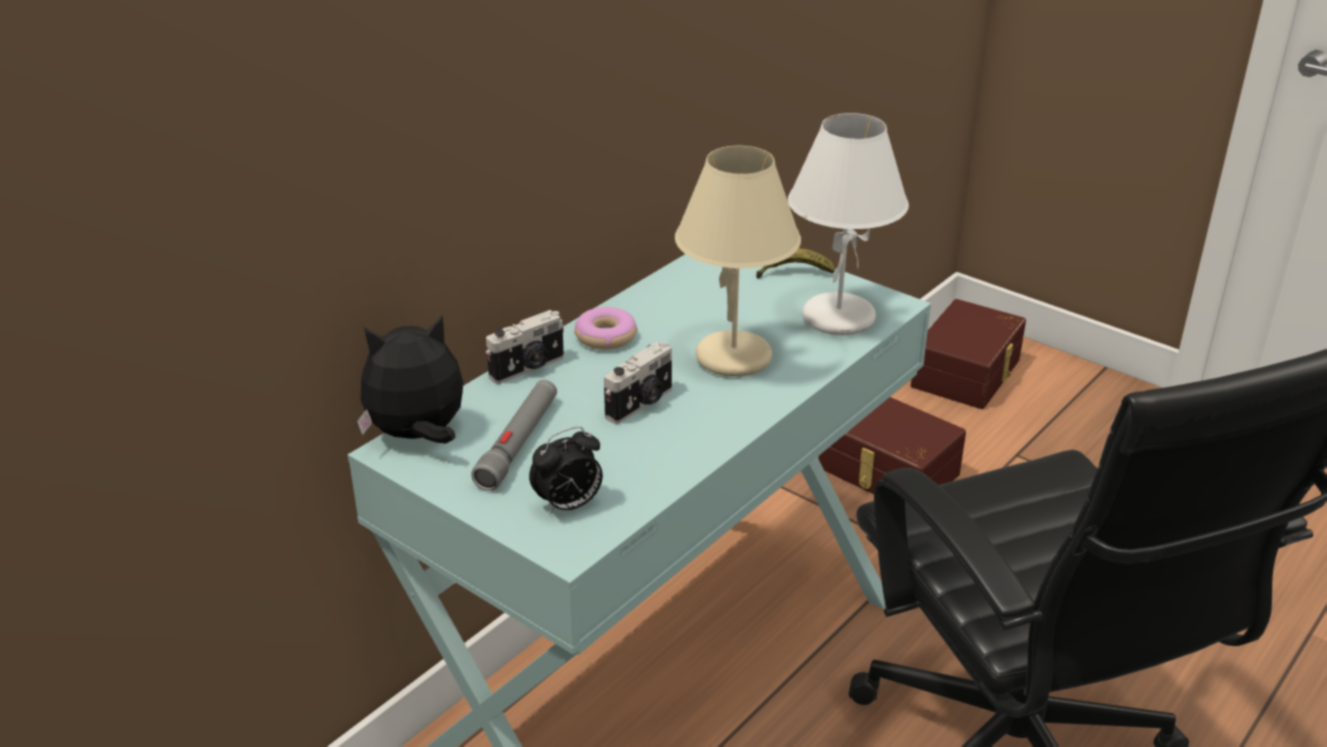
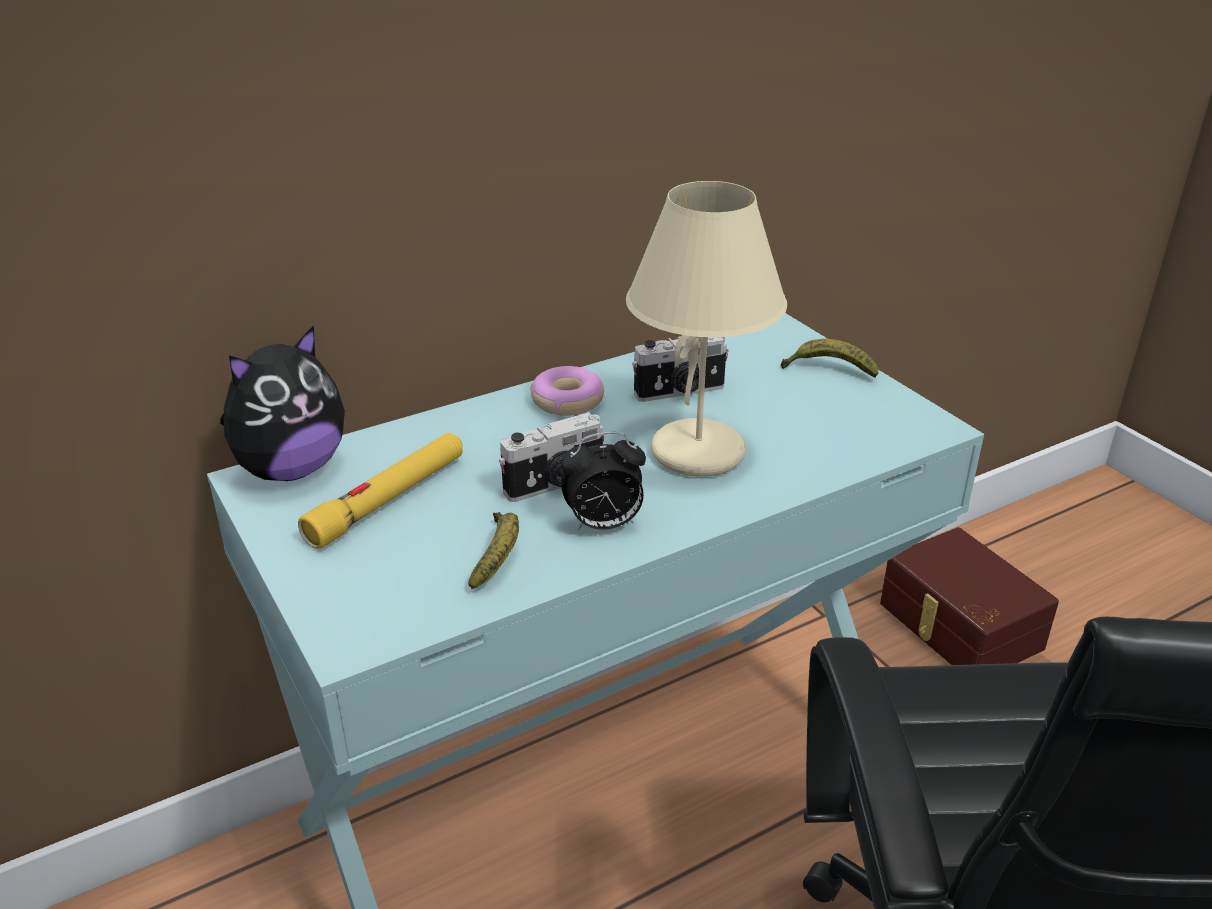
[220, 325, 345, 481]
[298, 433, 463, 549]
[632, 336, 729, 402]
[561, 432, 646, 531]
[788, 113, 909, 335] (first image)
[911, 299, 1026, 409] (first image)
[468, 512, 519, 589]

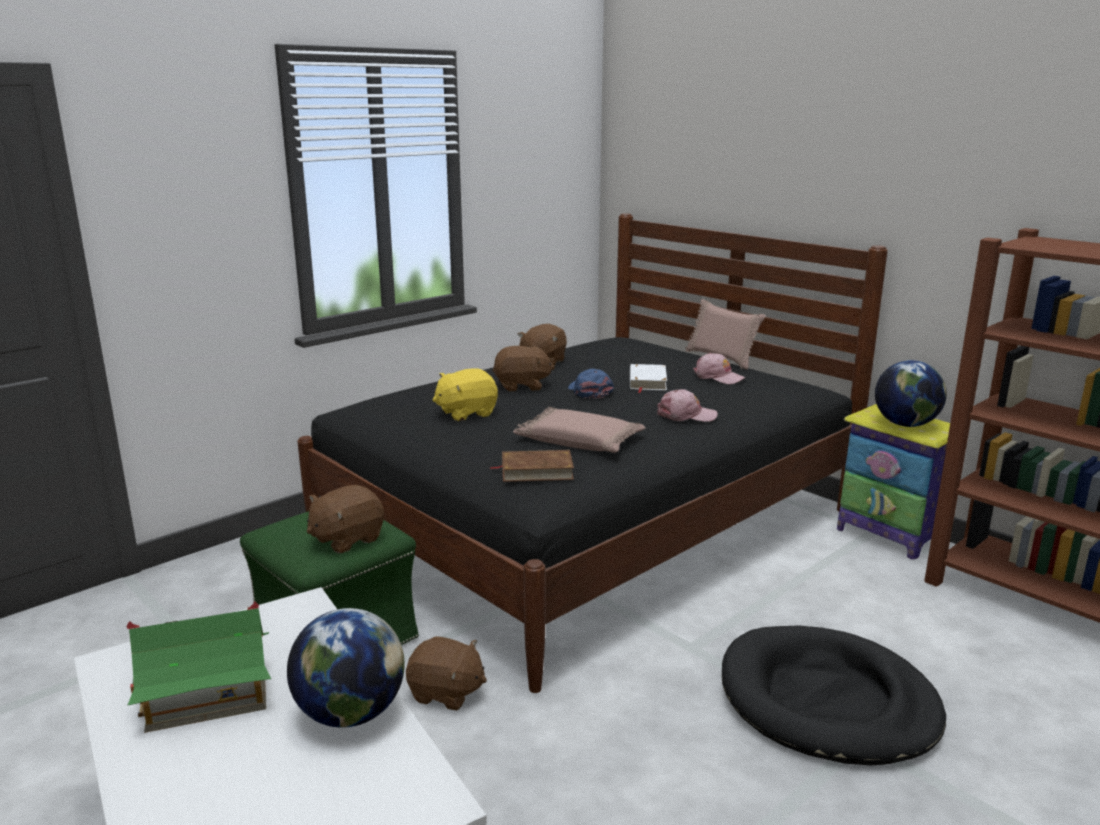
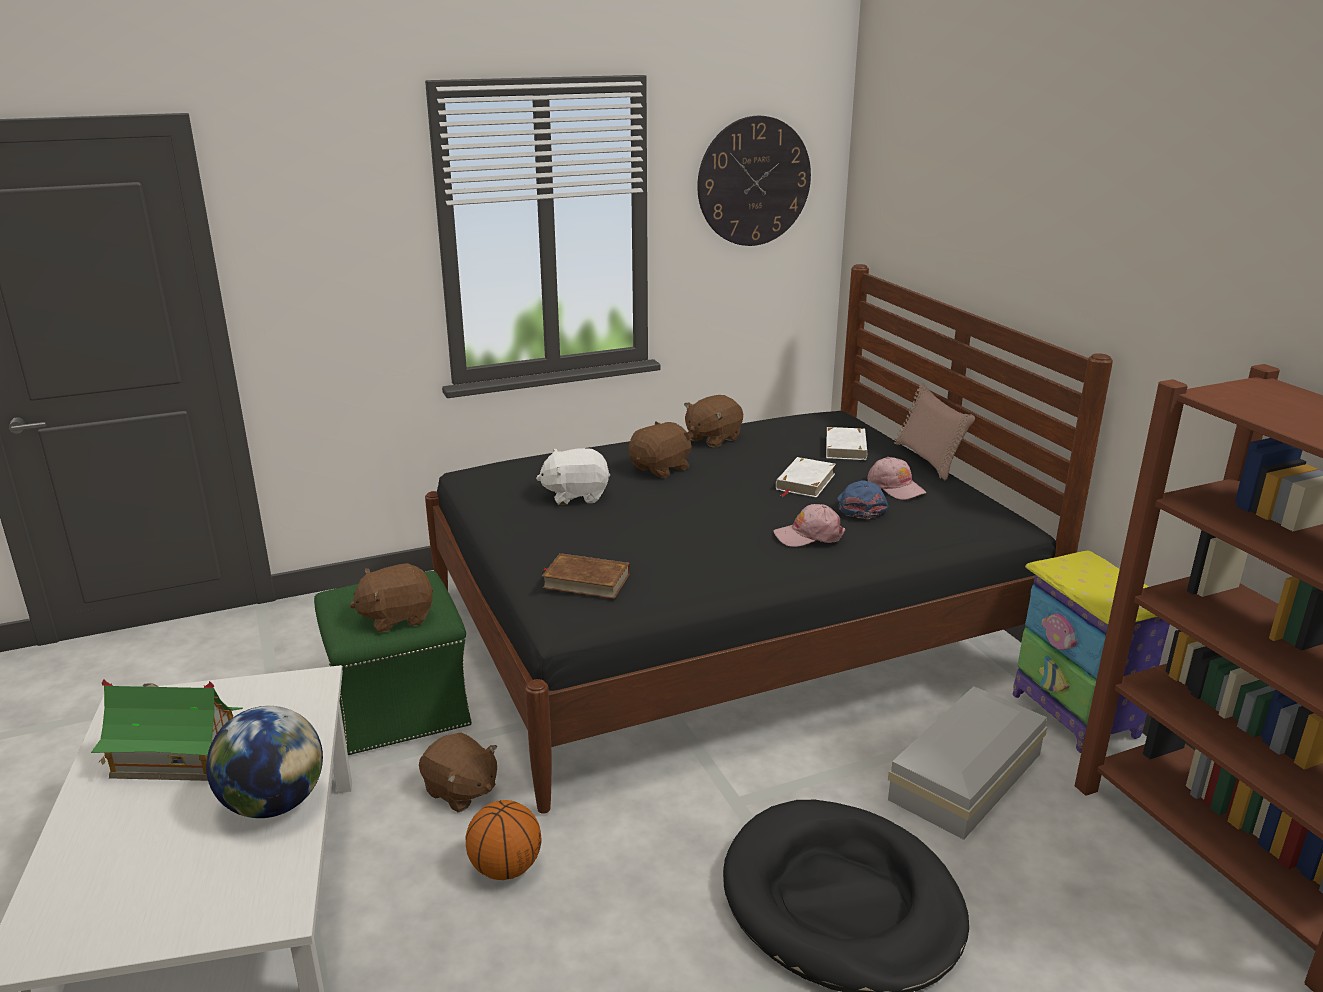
[536, 448, 610, 505]
[628, 421, 693, 478]
[513, 407, 646, 453] (first image)
[837, 480, 889, 519]
[773, 504, 845, 547]
[875, 360, 947, 427] (first image)
[466, 800, 542, 880]
[697, 116, 811, 246]
[826, 427, 867, 460]
[888, 686, 1047, 840]

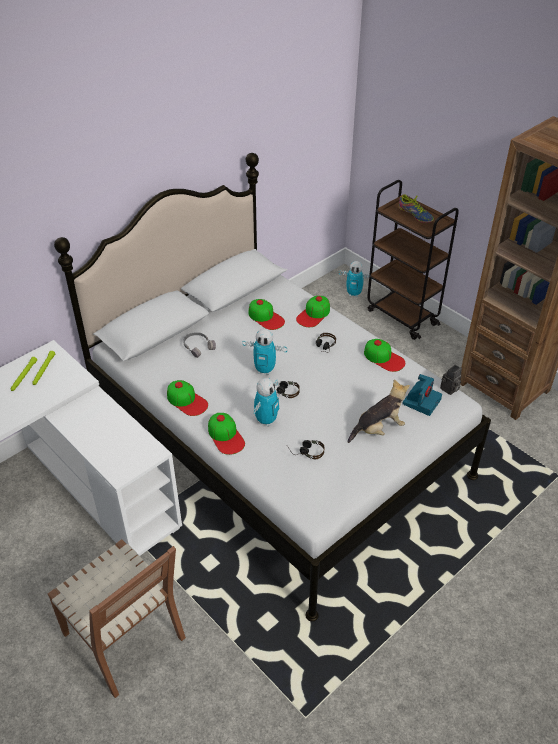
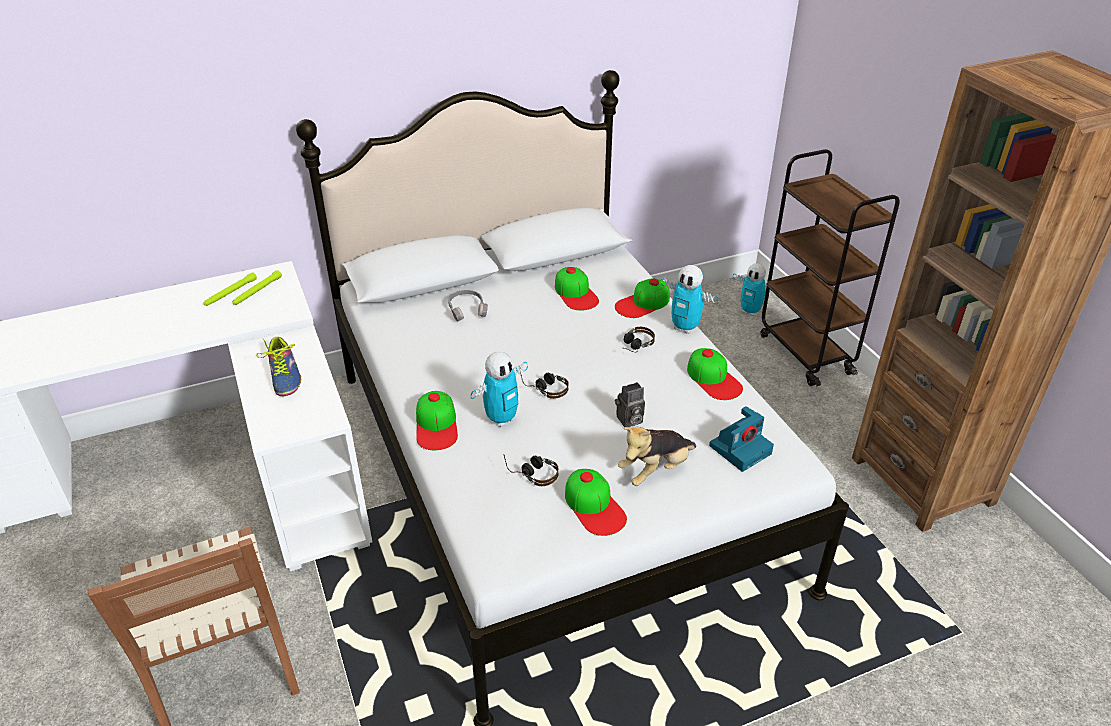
[565, 469, 627, 536]
[661, 265, 719, 334]
[618, 426, 696, 486]
[256, 337, 301, 396]
[615, 382, 645, 427]

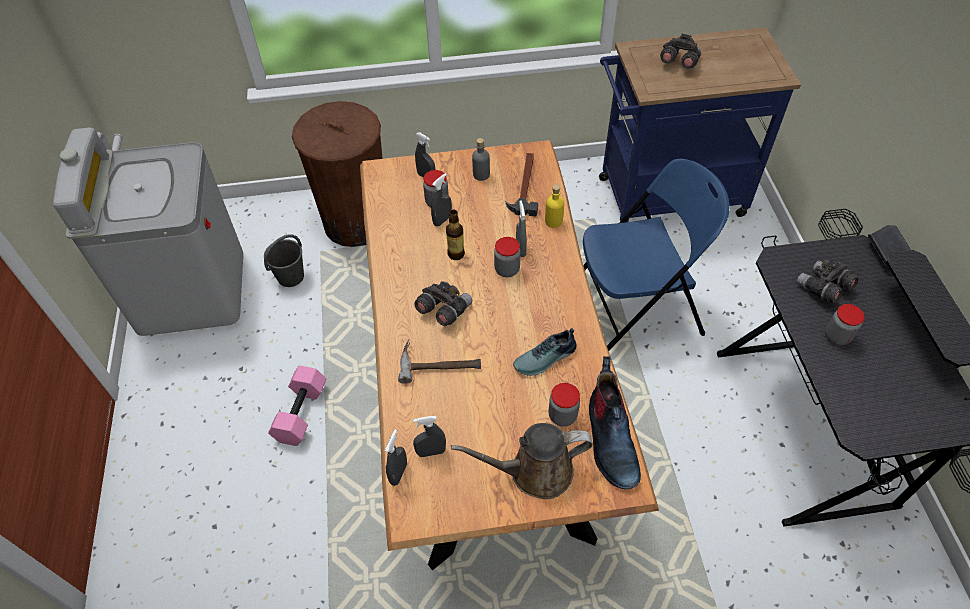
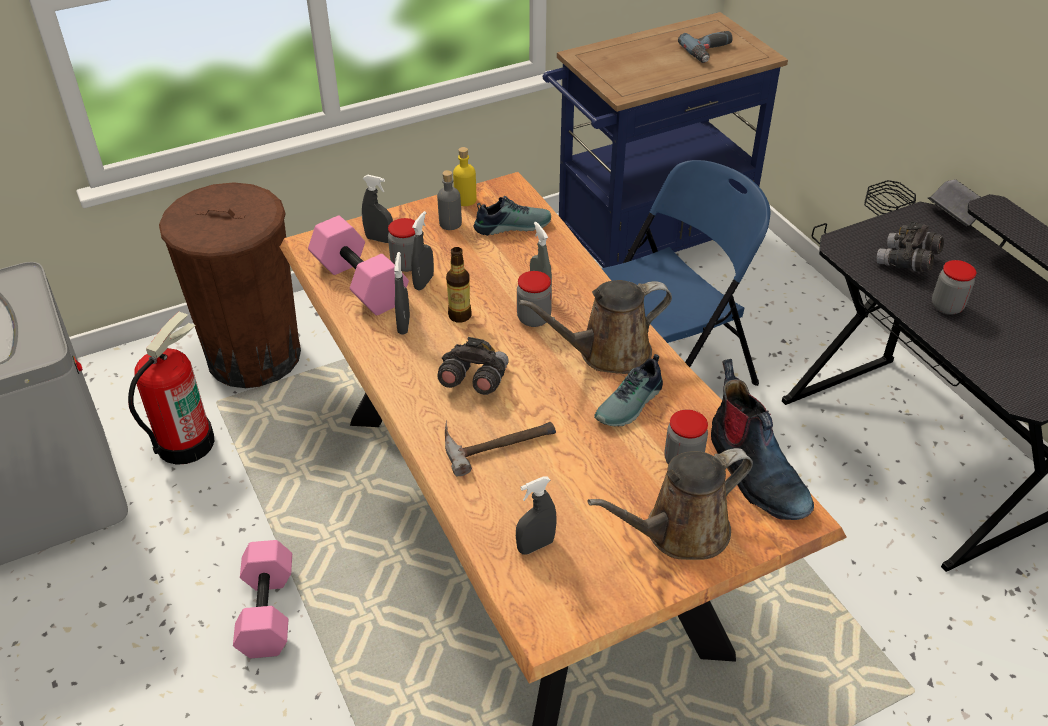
[128, 312, 215, 465]
[394, 252, 410, 335]
[473, 196, 551, 236]
[453, 147, 477, 206]
[660, 34, 701, 69] (first image)
[308, 216, 409, 316]
[519, 280, 672, 374]
[678, 31, 733, 63]

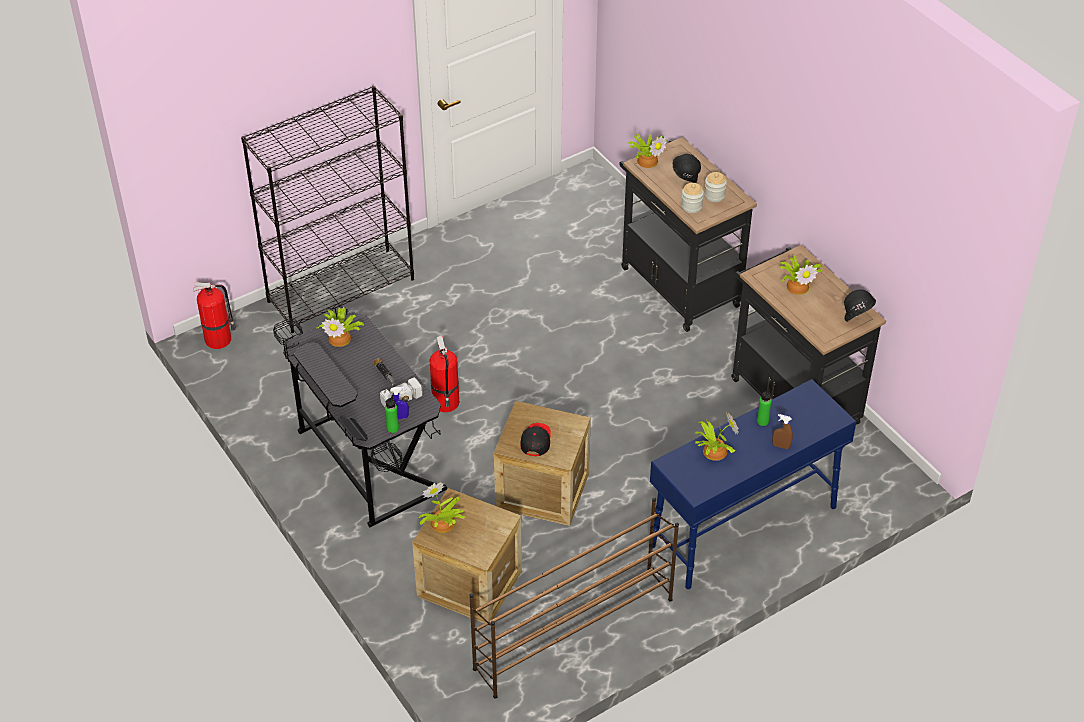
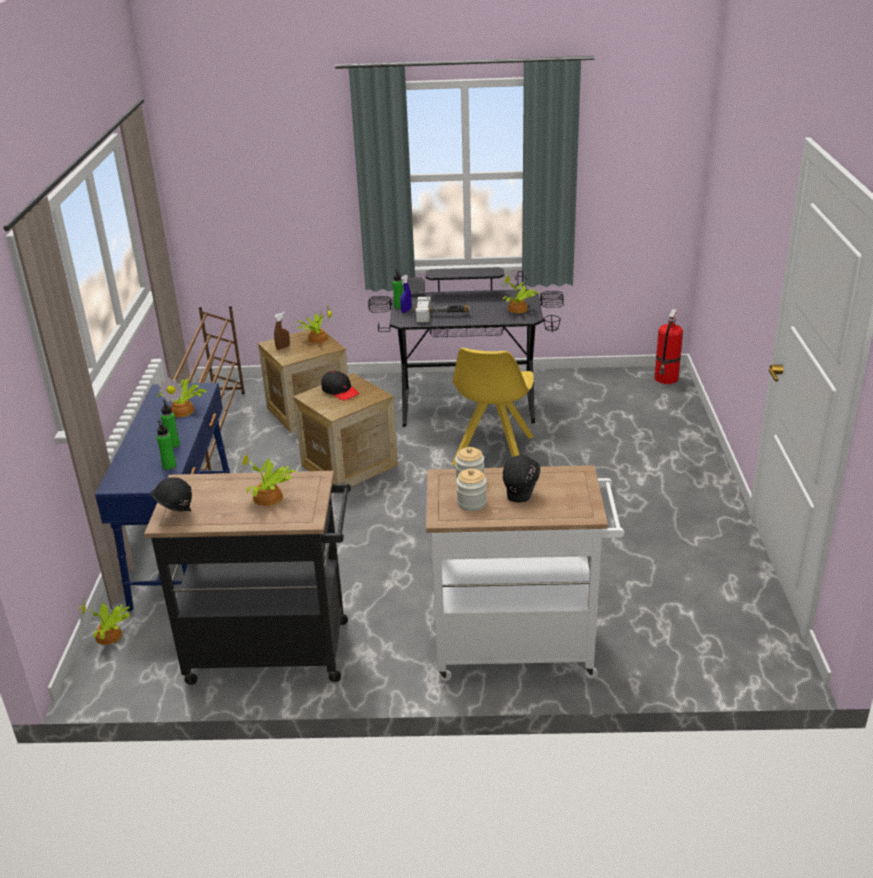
[241, 86, 414, 333] (first image)
[452, 348, 534, 466]
[426, 465, 624, 681]
[79, 595, 130, 645]
[274, 312, 290, 350]
[157, 420, 176, 470]

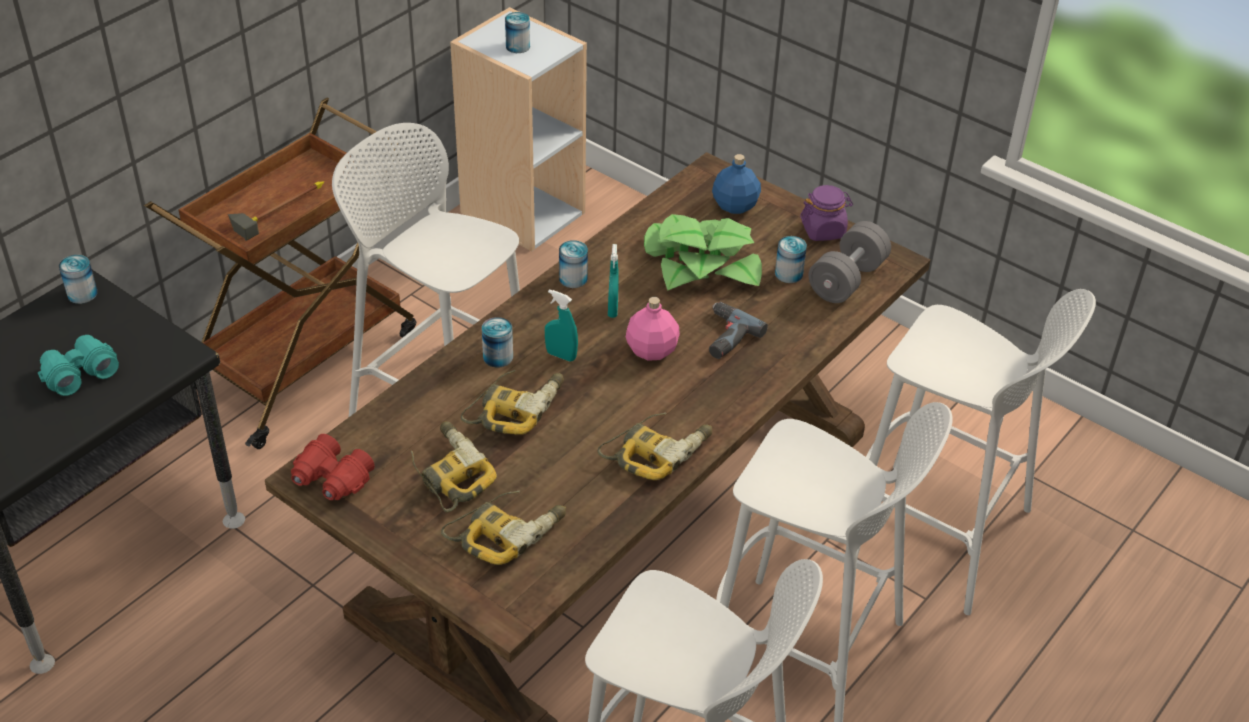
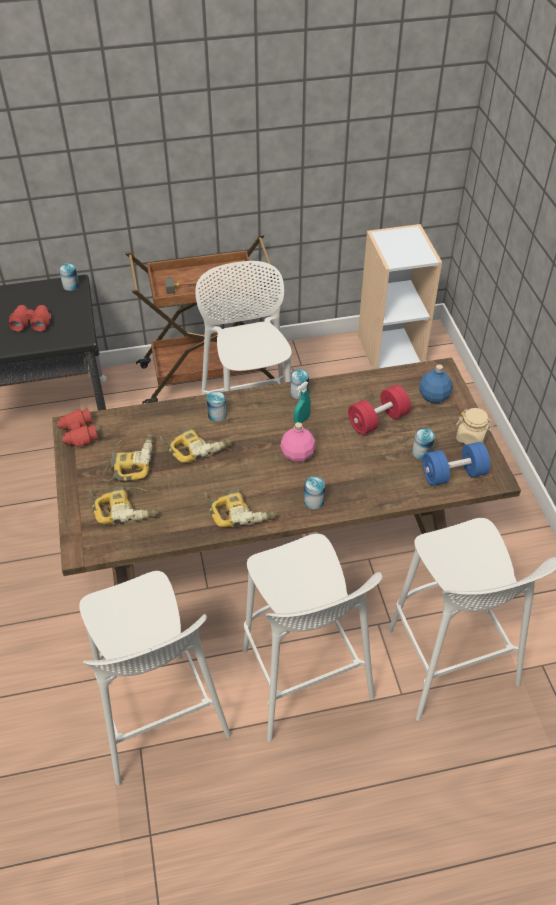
[9, 305, 51, 332]
[304, 476, 325, 509]
[545, 289, 578, 362] (first image)
[348, 385, 411, 435]
[709, 302, 768, 359] (first image)
[456, 408, 494, 445]
[423, 442, 490, 486]

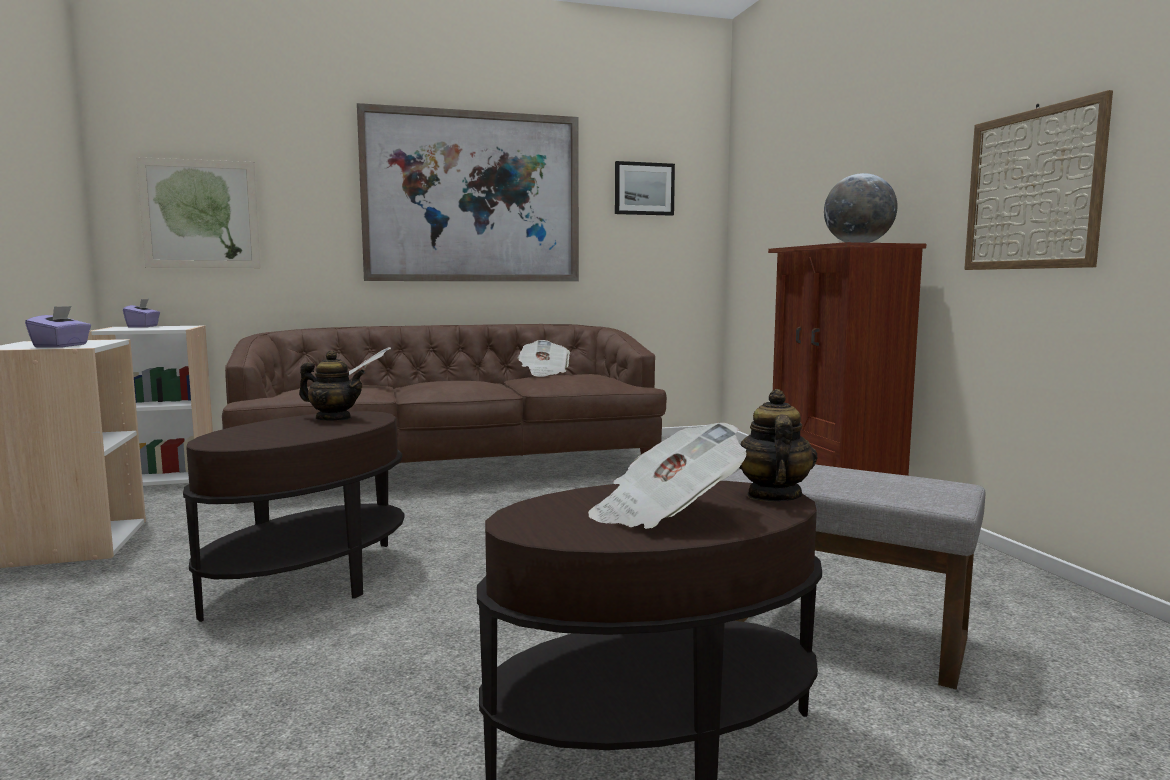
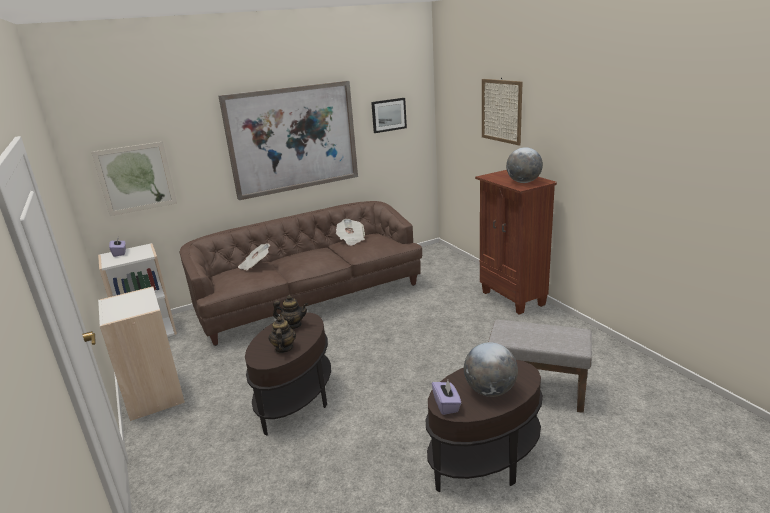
[432, 380, 461, 415]
[464, 342, 518, 397]
[268, 316, 296, 353]
[482, 78, 522, 145]

